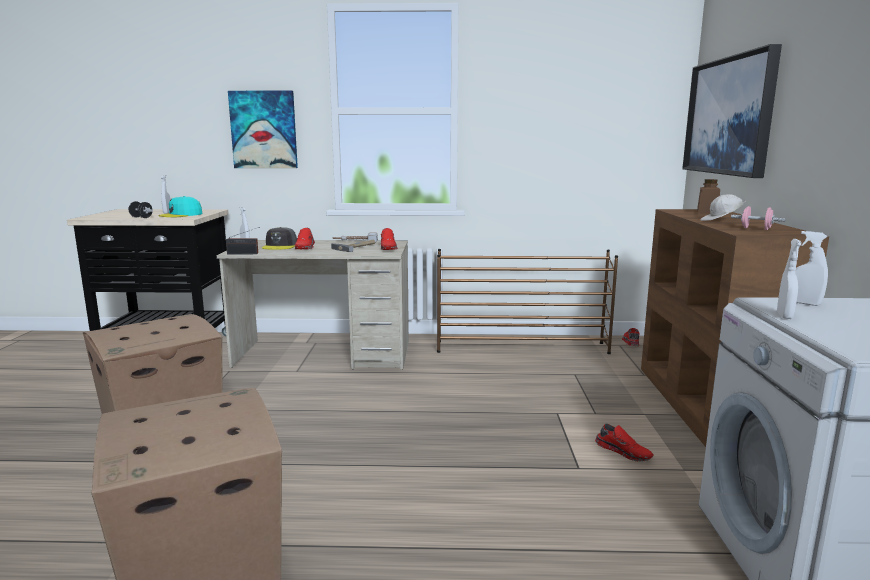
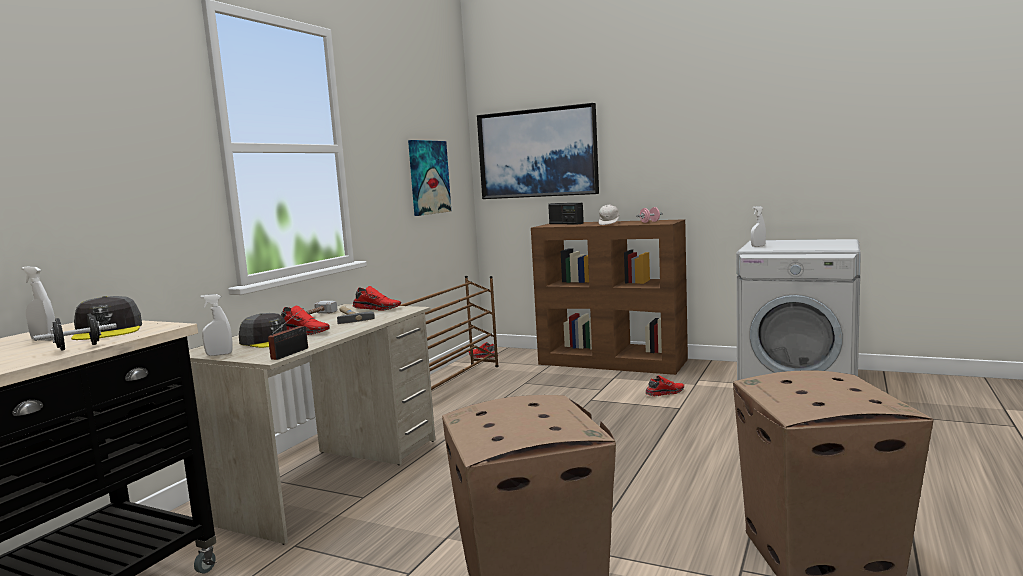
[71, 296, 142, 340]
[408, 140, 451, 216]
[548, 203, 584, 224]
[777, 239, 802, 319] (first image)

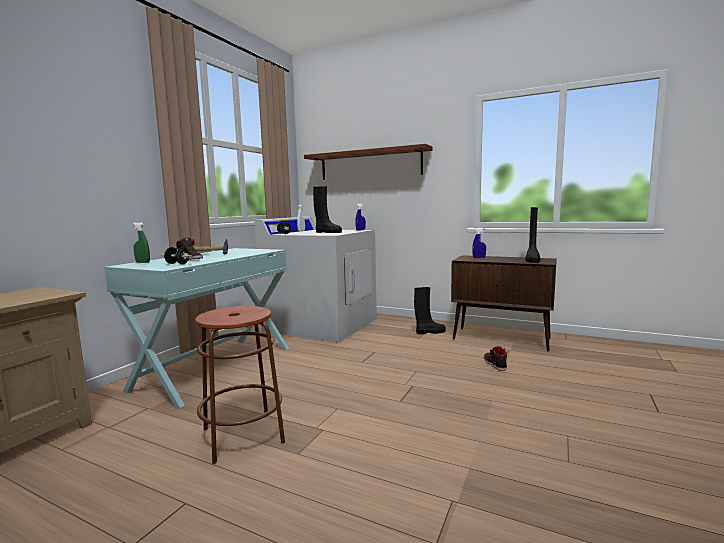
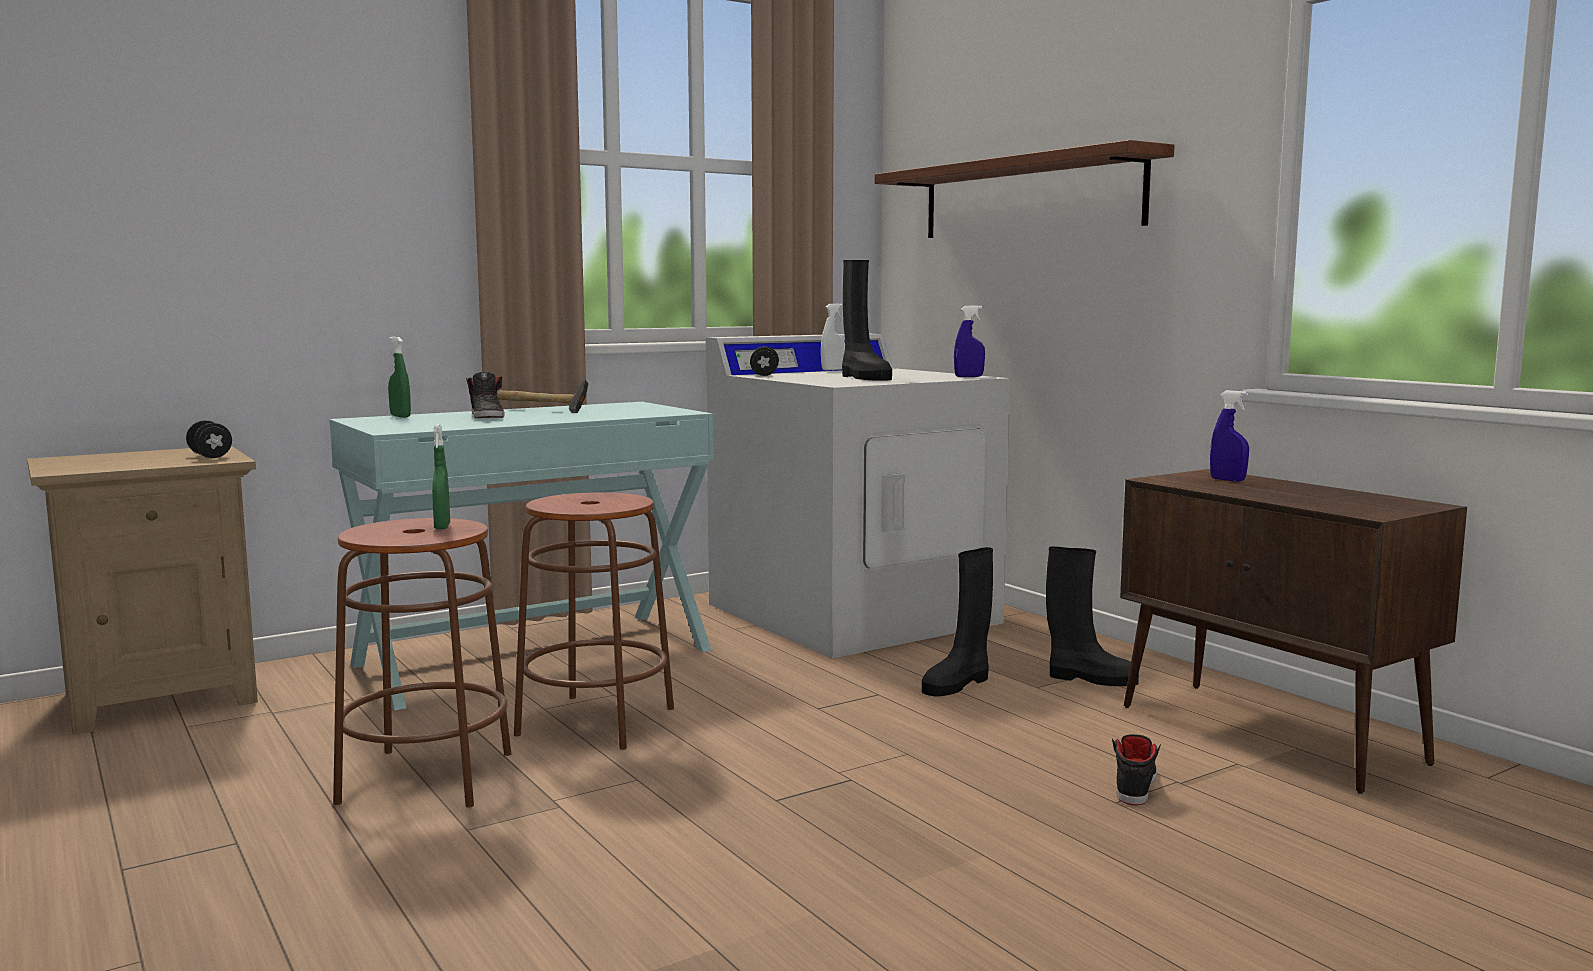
[186, 420, 232, 458]
[922, 547, 993, 697]
[432, 424, 450, 529]
[514, 492, 674, 750]

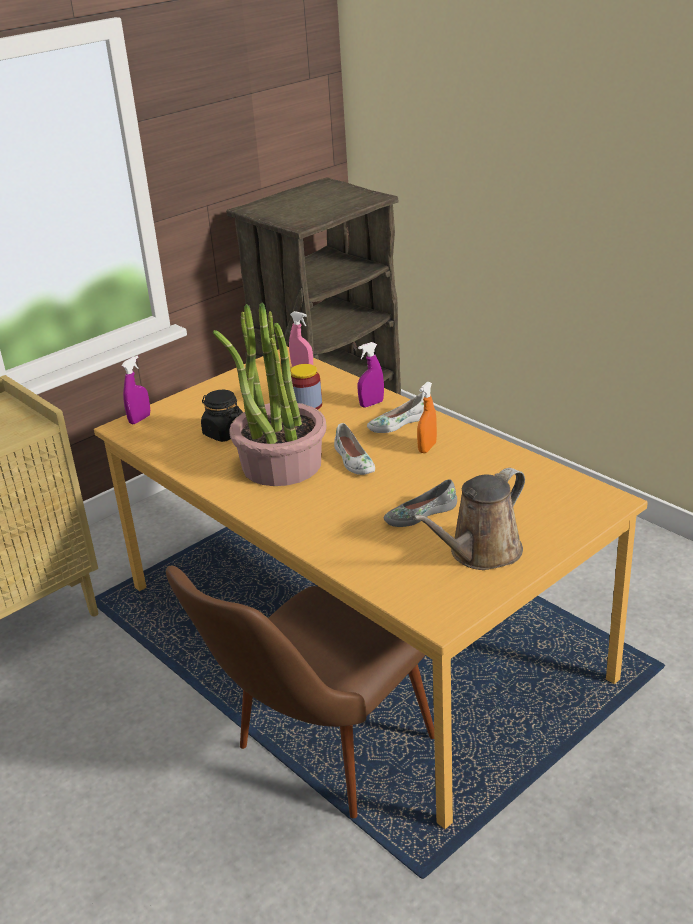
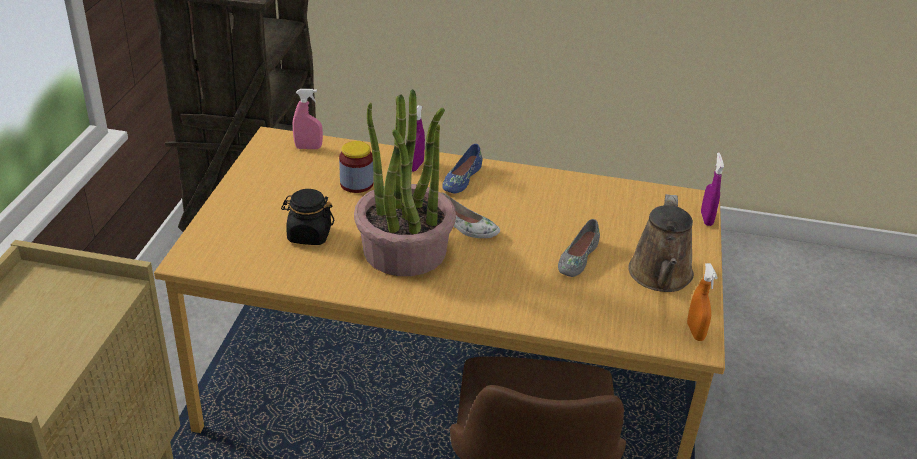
[701, 153, 724, 226]
[442, 144, 482, 193]
[687, 263, 718, 341]

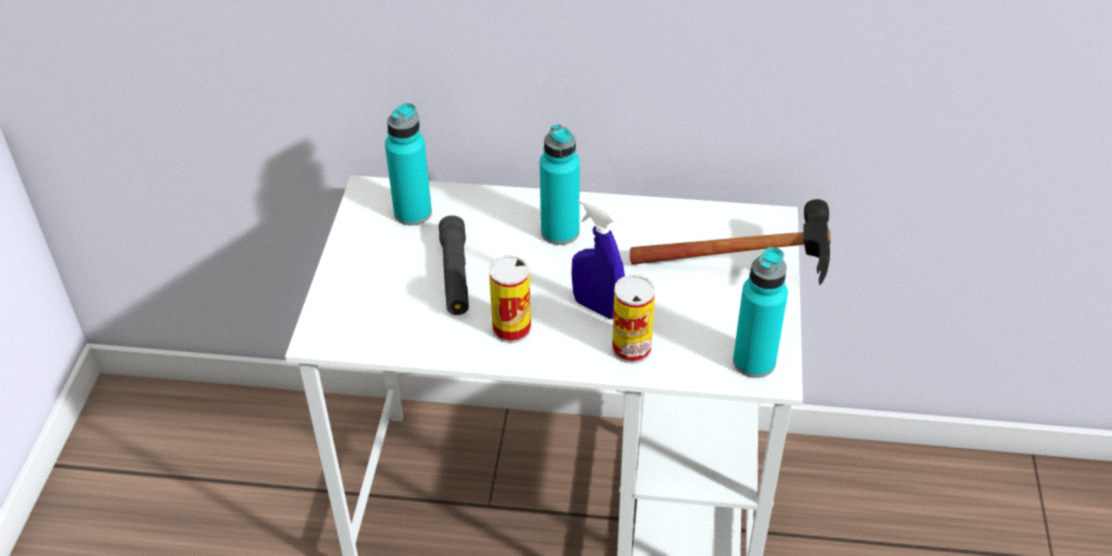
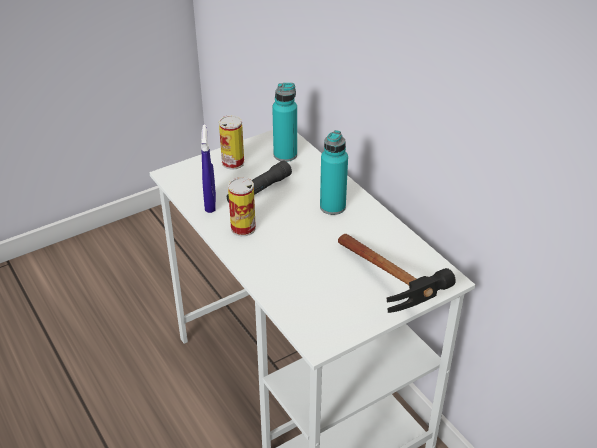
[201, 124, 216, 213]
[219, 115, 244, 170]
[733, 247, 788, 378] (first image)

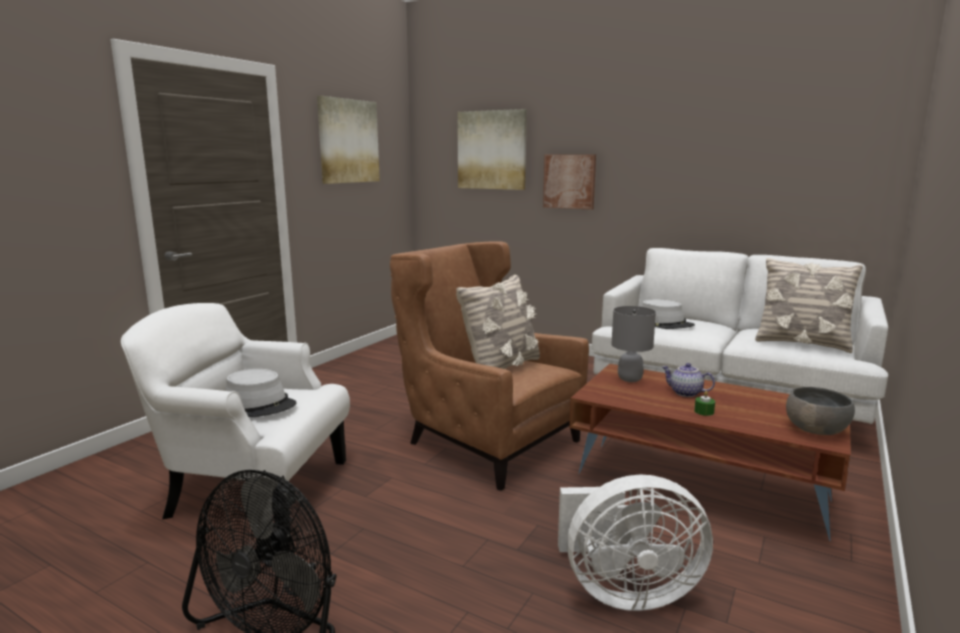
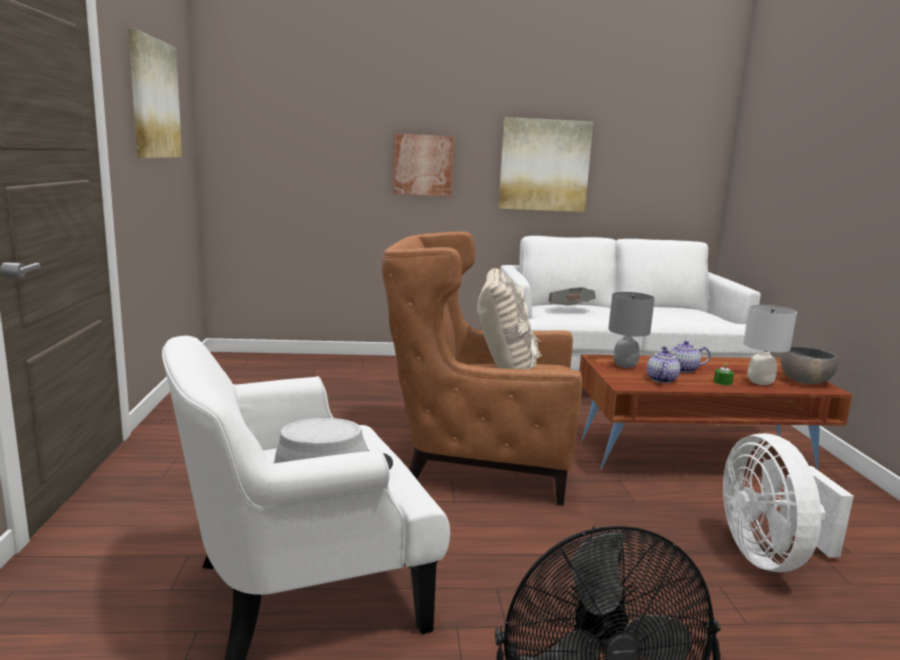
[498, 117, 593, 212]
[723, 433, 854, 572]
[548, 287, 596, 305]
[755, 258, 863, 353] (first image)
[647, 349, 680, 383]
[743, 305, 797, 385]

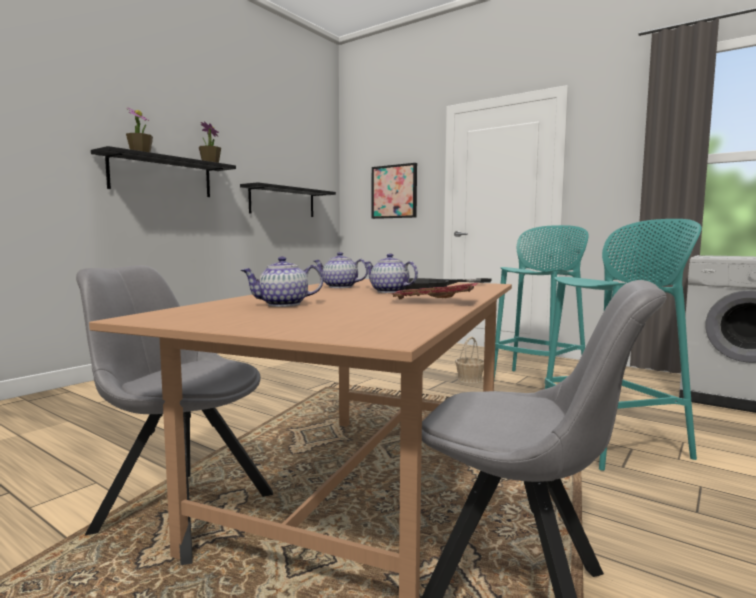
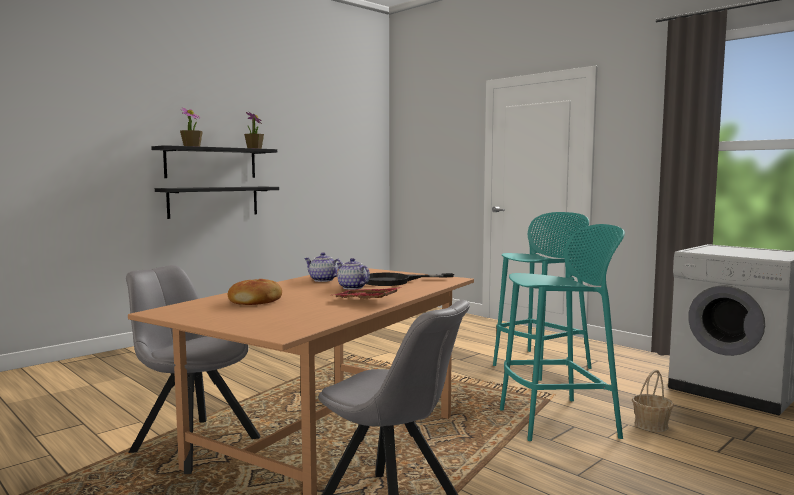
[155, 187, 279, 219]
[228, 279, 282, 305]
[372, 163, 417, 219] (first image)
[632, 370, 674, 432]

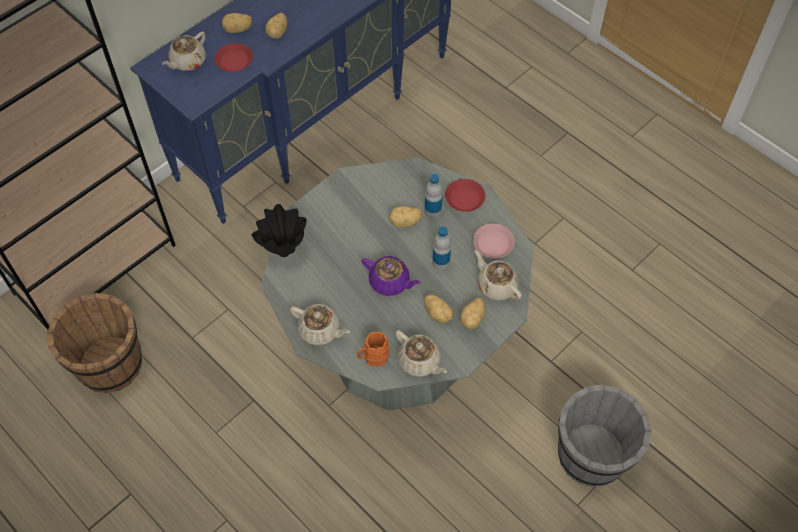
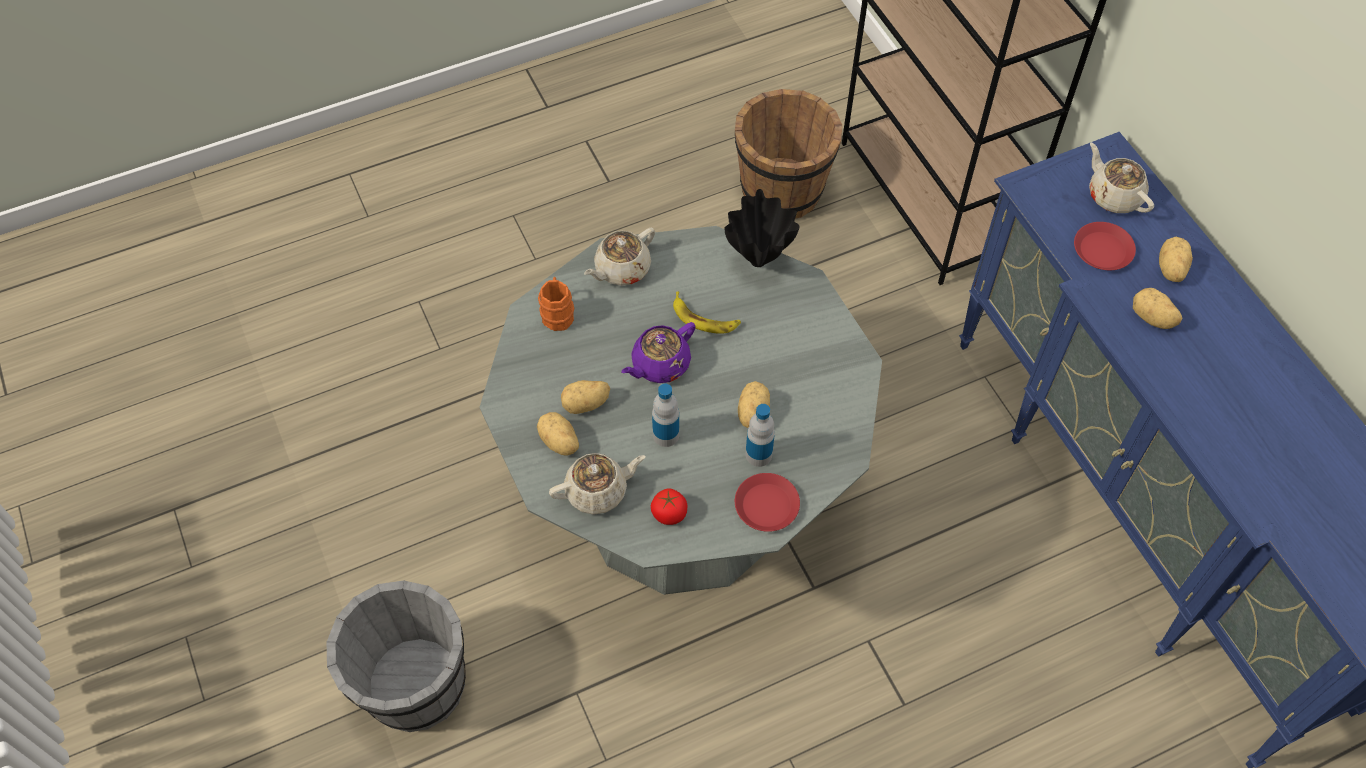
[395, 330, 447, 377] (first image)
[651, 488, 687, 525]
[673, 292, 741, 334]

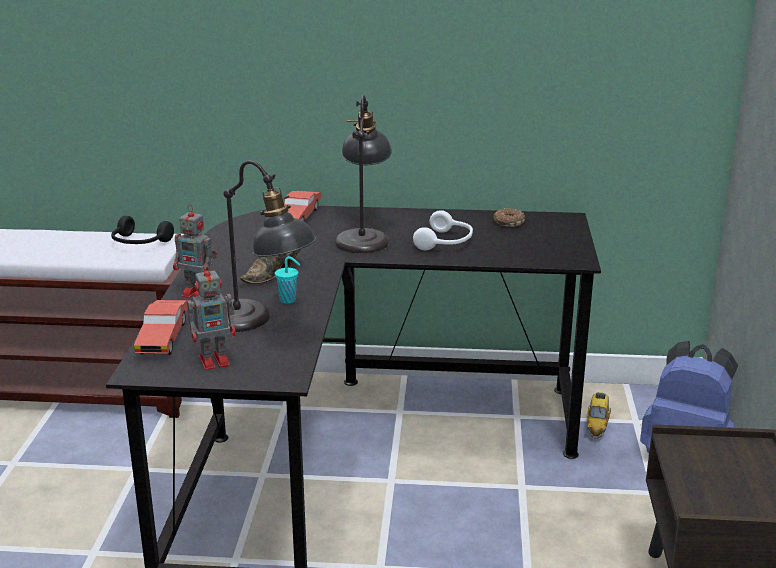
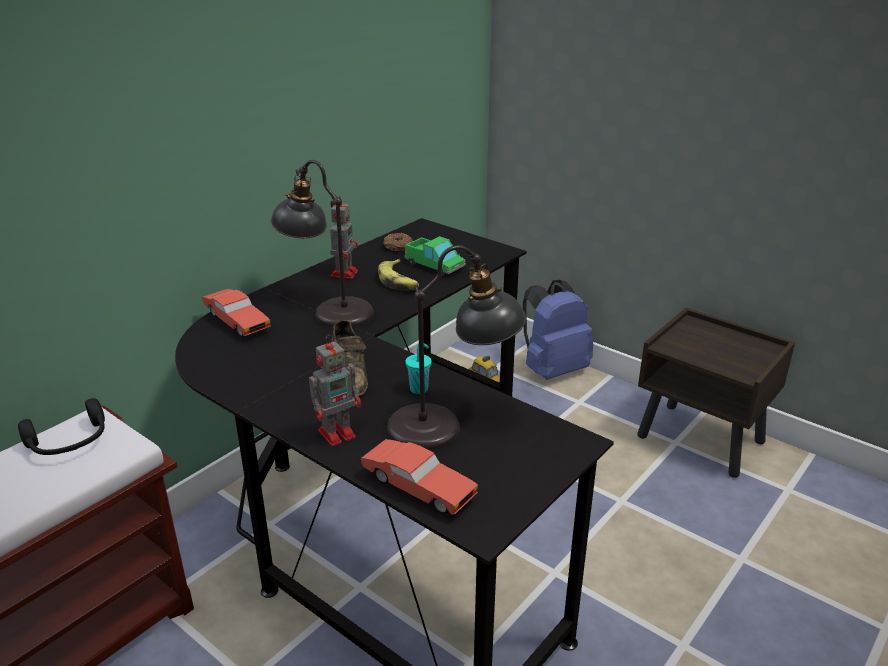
[330, 196, 358, 279]
[378, 259, 419, 291]
[404, 236, 466, 276]

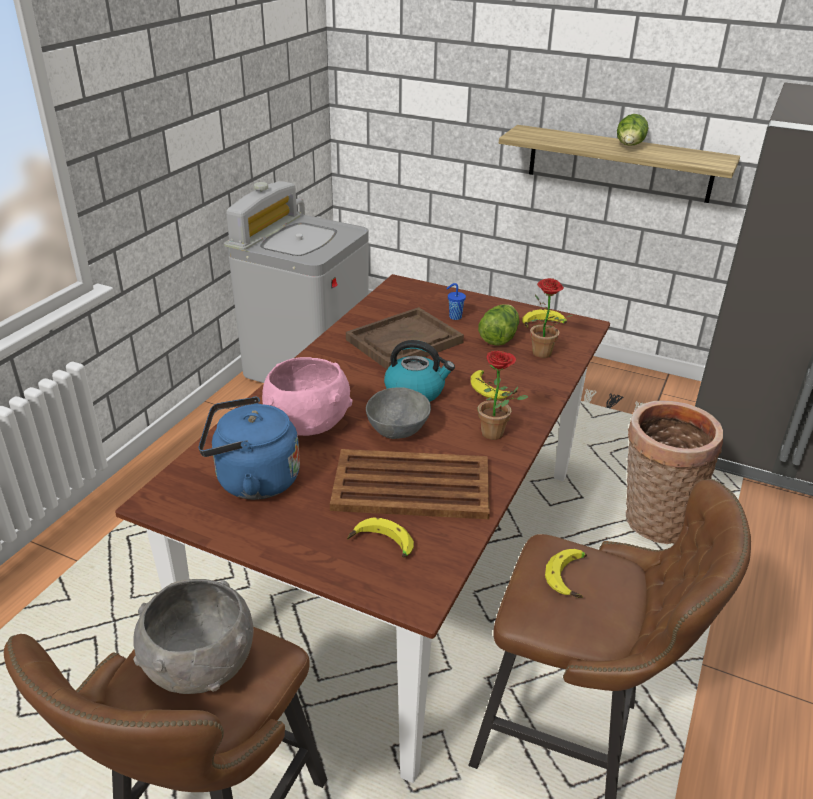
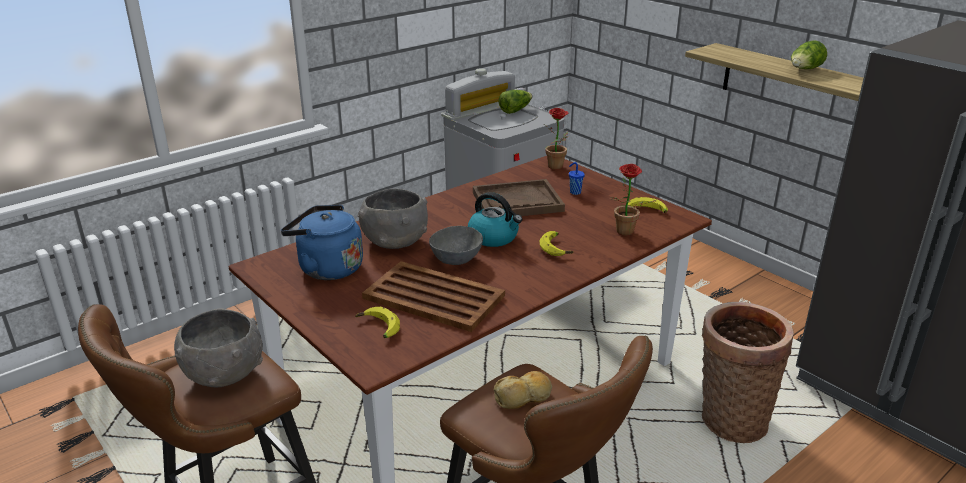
[358, 189, 428, 249]
[544, 108, 569, 170]
[499, 90, 532, 114]
[494, 371, 552, 409]

